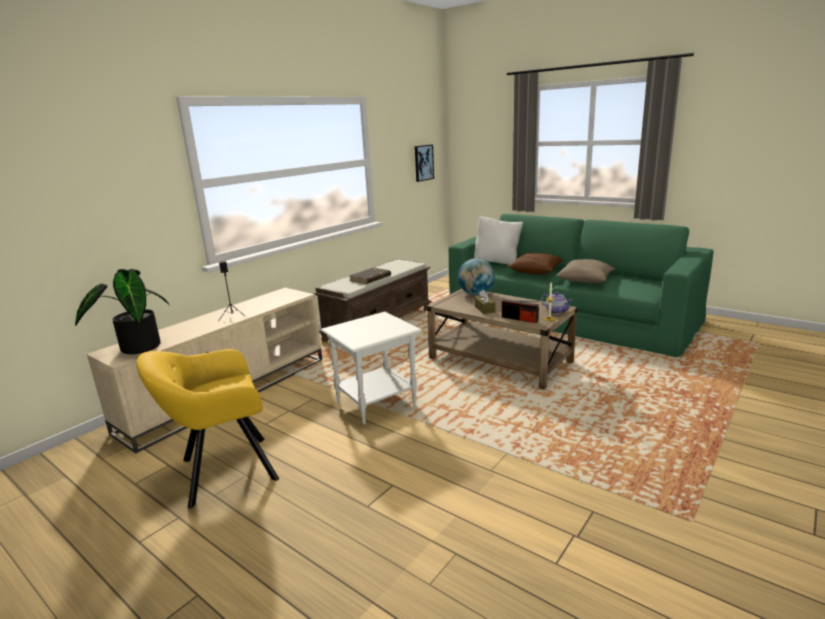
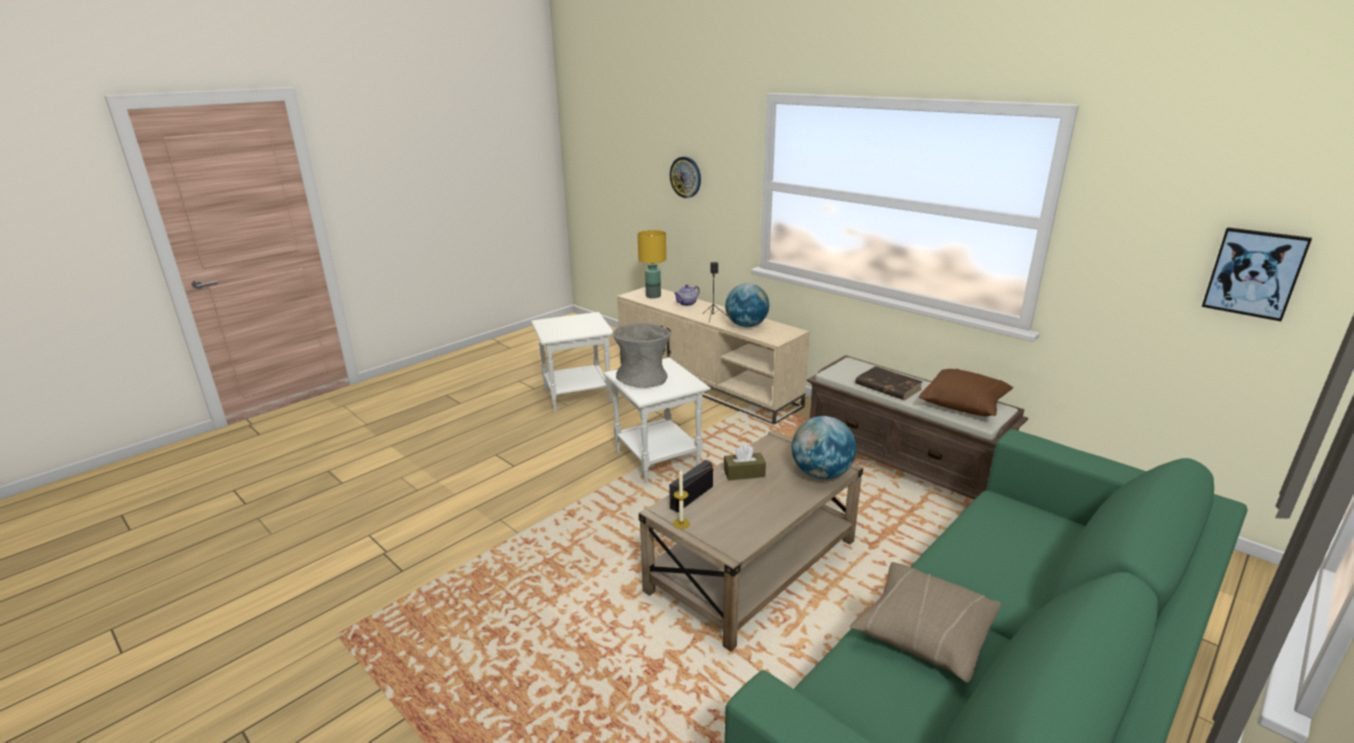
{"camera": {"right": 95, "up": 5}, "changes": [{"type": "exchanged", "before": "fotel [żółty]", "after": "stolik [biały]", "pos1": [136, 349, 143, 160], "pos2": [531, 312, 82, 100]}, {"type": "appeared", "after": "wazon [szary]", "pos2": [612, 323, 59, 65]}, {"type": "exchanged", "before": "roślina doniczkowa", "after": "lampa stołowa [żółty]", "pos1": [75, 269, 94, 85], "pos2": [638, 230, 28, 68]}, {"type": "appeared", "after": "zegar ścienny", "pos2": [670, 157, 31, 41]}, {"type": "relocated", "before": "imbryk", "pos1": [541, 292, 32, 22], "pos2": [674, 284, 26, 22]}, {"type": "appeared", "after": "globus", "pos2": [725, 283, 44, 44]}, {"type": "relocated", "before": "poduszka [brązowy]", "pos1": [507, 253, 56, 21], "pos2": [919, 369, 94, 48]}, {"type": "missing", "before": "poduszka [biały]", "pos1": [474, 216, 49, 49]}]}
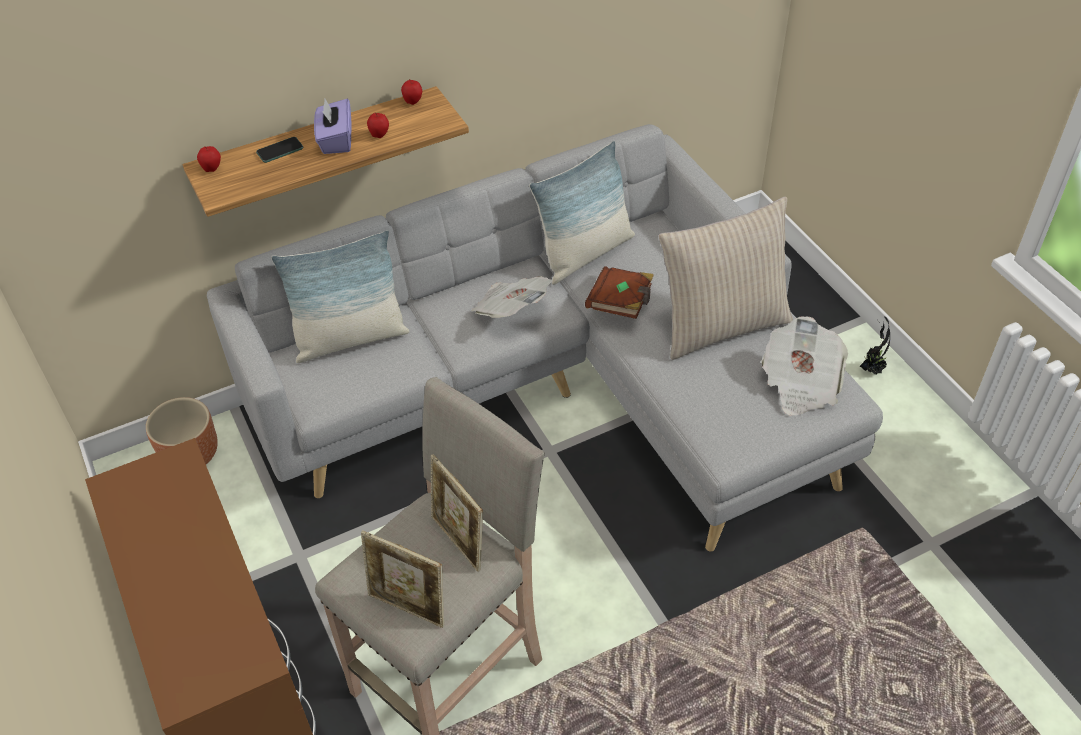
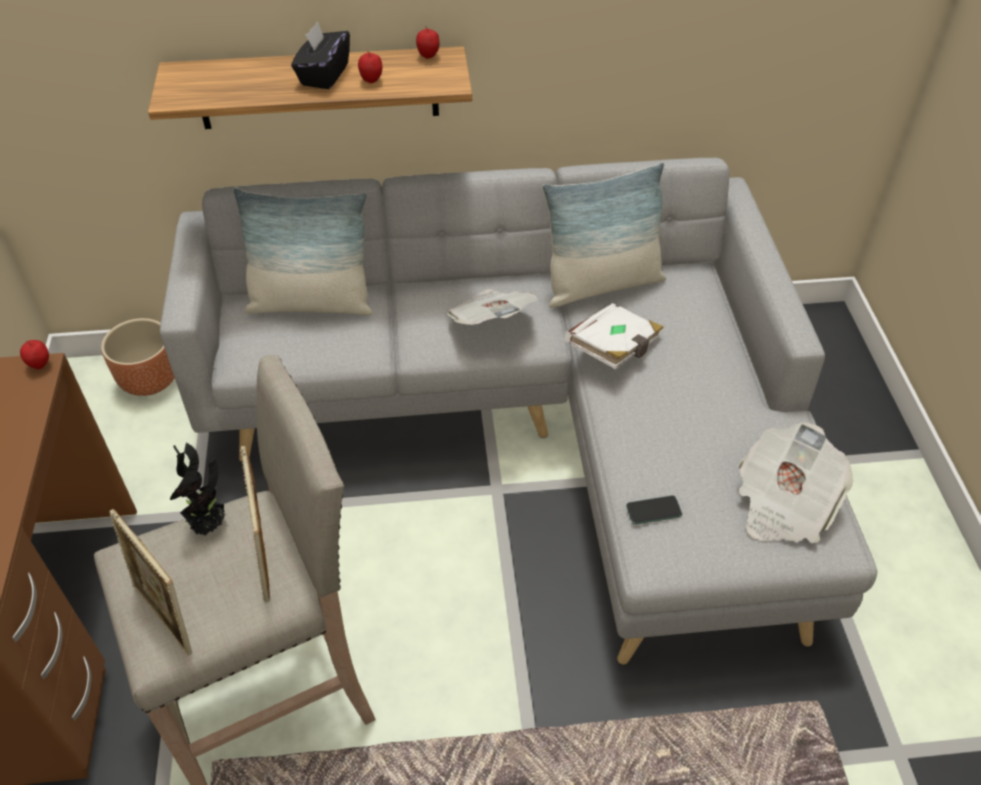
{"camera": {"right": 20, "up": 0}, "changes": [{"type": "relocated", "before": "jabłko", "pos1": [197, 146, 24, 26], "pos2": [20, 340, 29, 29]}, {"type": "relocated", "before": "roślina doniczkowa", "pos1": [860, 316, 30, 59], "pos2": [170, 443, 57, 92]}, {"type": "colour", "before": "pudełko chusteczek [fioletowy]", "after": "pudełko chusteczek [czarny]", "pos1": [314, 99, 37, 55], "pos2": [291, 21, 59, 68]}, {"type": "colour", "before": "książka [brązowy]", "after": "książka [biały]", "pos1": [585, 266, 69, 53], "pos2": [564, 303, 100, 66]}, {"type": "relocated", "before": "telefon", "pos1": [256, 137, 47, 26], "pos2": [626, 496, 56, 29]}, {"type": "missing", "before": "poduszka [beżowy]", "pos1": [658, 197, 135, 163]}]}
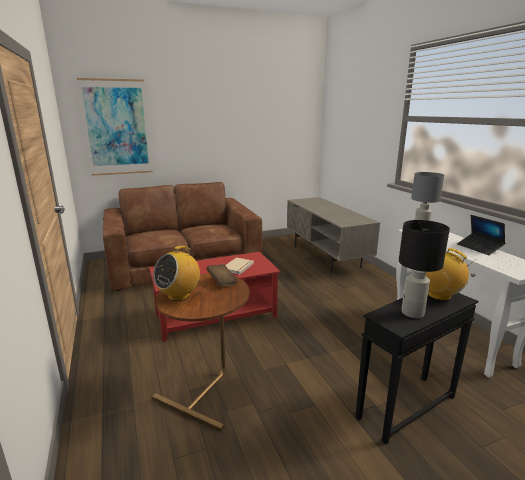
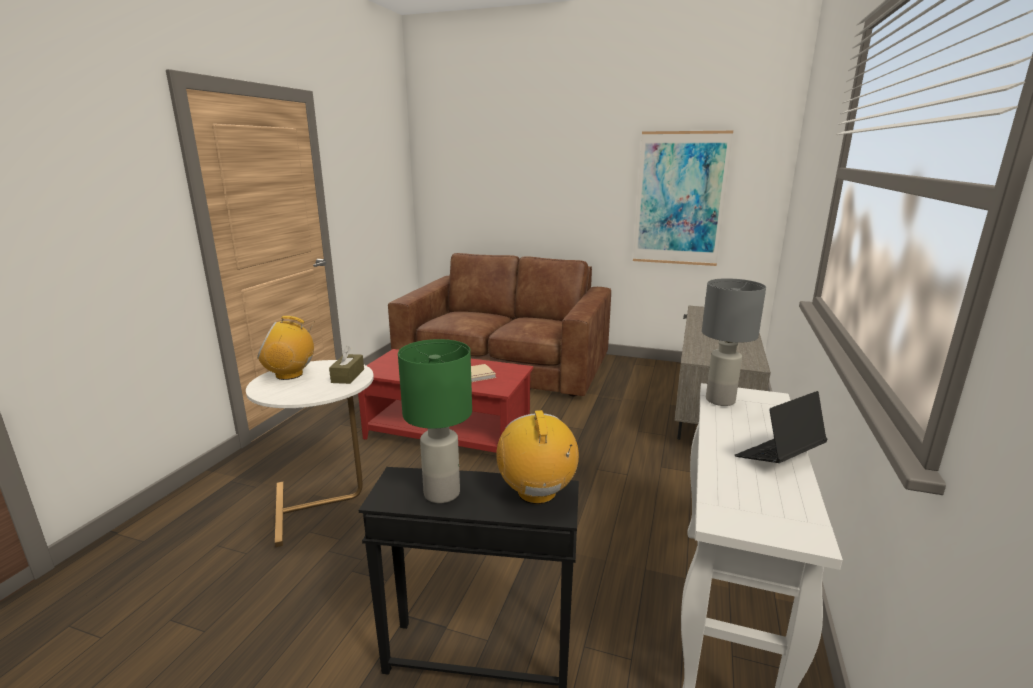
{"camera": {"right": 40, "up": 0}, "changes": [{"type": "colour", "before": "stolik [brązowy]", "after": "stolik [biały]", "pos1": [152, 273, 98, 159], "pos2": [246, 360, 128, 187]}, {"type": "exchanged", "before": "książka [brązowy]", "after": "pudełko chusteczek [brązowy]", "pos1": [206, 264, 32, 23], "pos2": [329, 346, 35, 38]}, {"type": "colour", "before": "lampa stołowa [czarny]", "after": "lampa stołowa [zielony]", "pos1": [399, 220, 51, 98], "pos2": [398, 339, 74, 164]}, {"type": "relocated", "before": "obraz", "pos1": [77, 78, 76, 98], "pos2": [633, 131, 100, 135]}, {"type": "spun", "before": "laptop", "pos1": [457, 215, 48, 40], "pos2": [735, 391, 93, 72], "turn": 45}]}
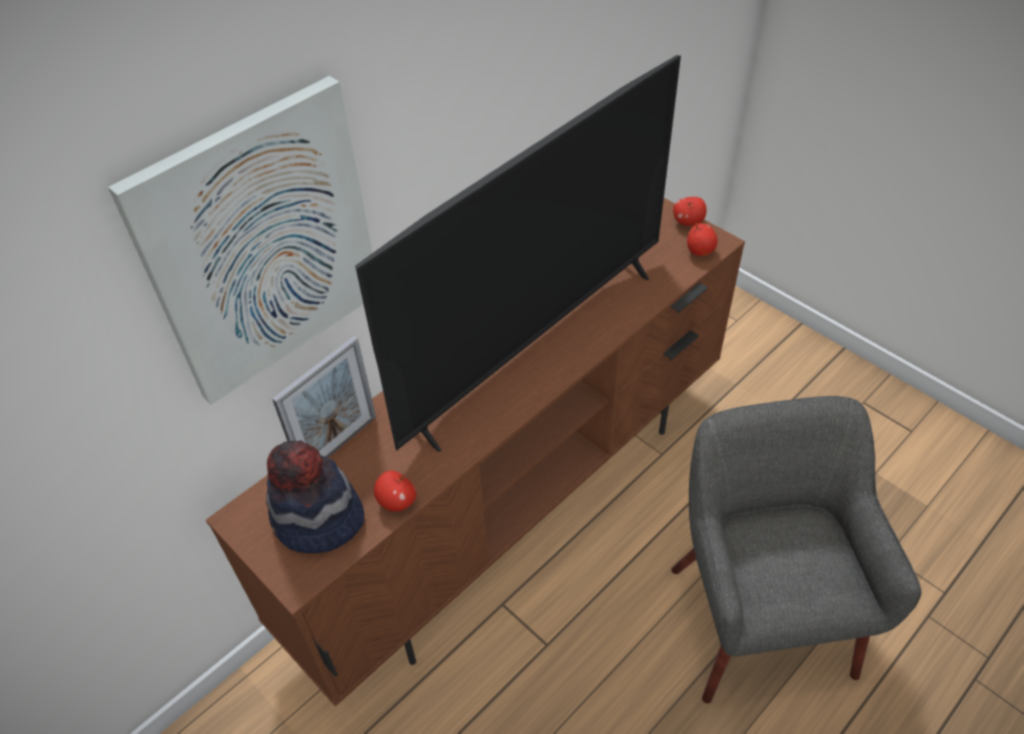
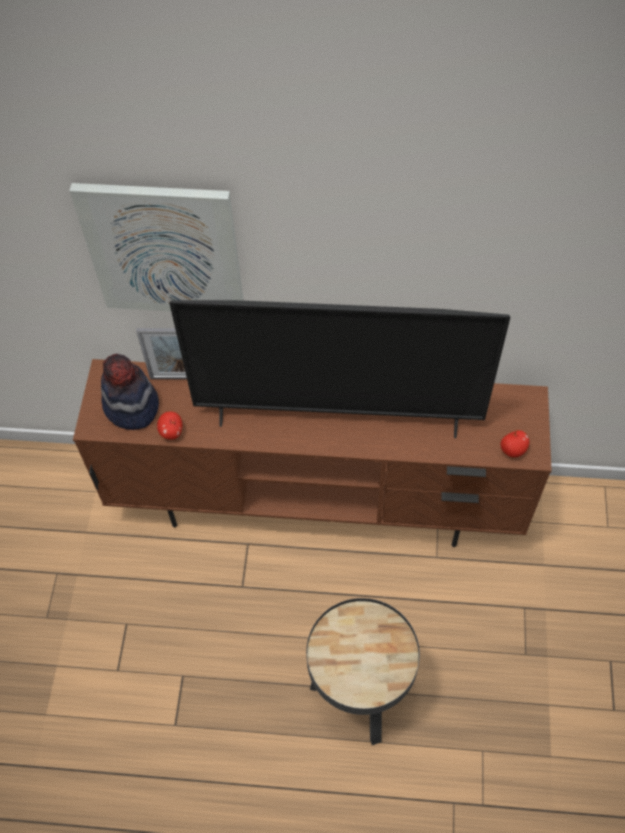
{"camera": {"right": 50, "up": 10}, "changes": [{"type": "exchanged", "before": "fotel [szary]", "after": "stolik [czarny]", "pos1": [671, 396, 250, 308], "pos2": [306, 598, 114, 147]}, {"type": "missing", "before": "jabłko", "pos1": [673, 197, 34, 29]}]}
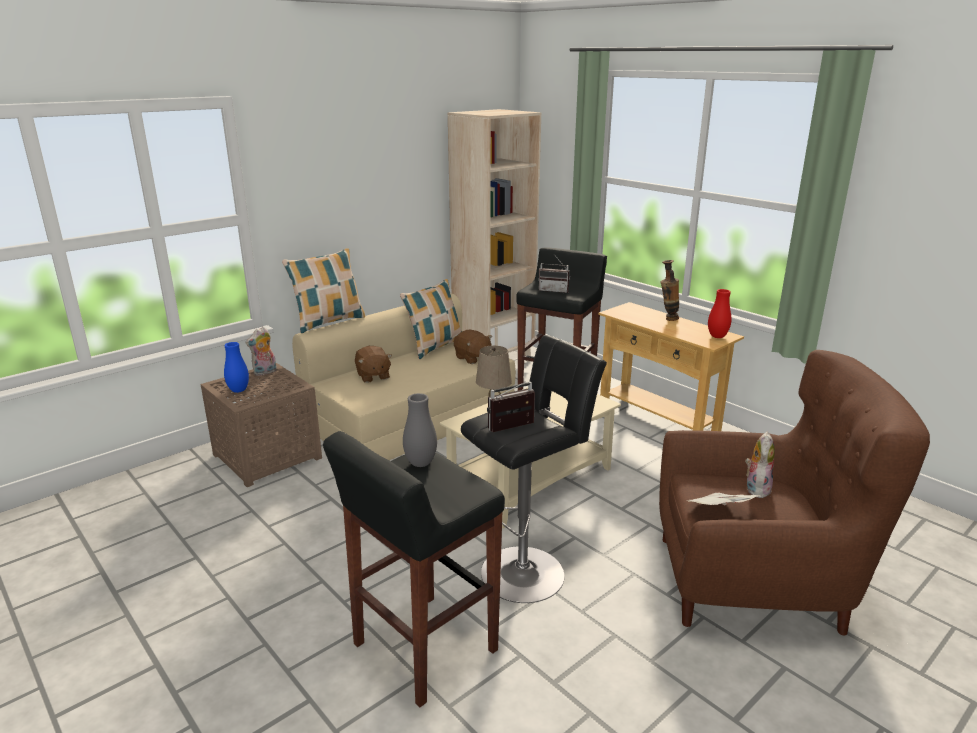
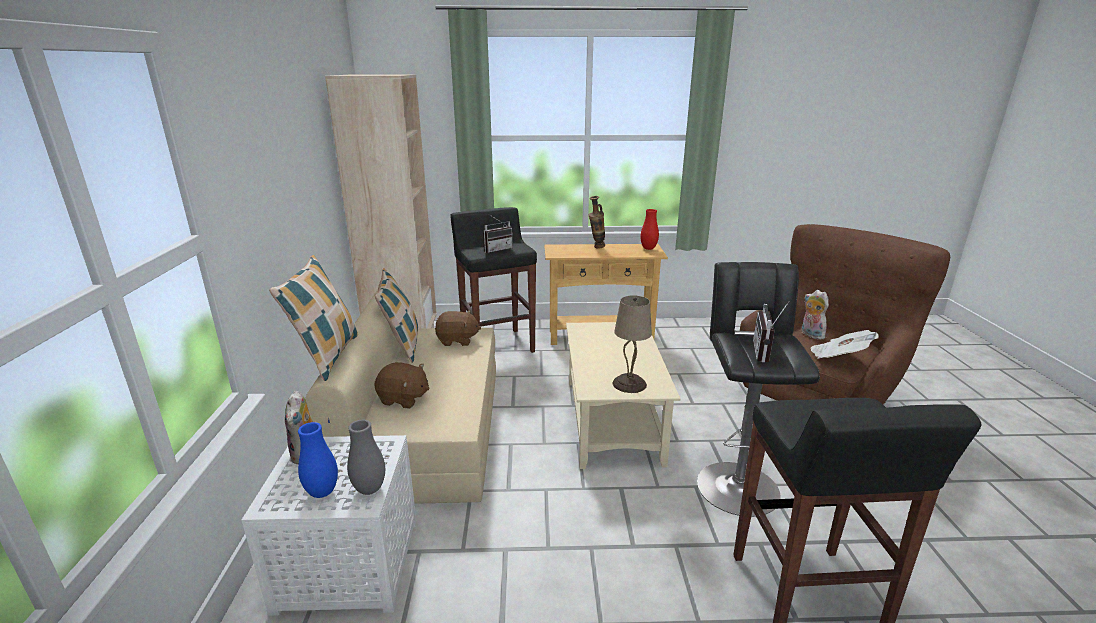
{"camera": {"right": -50, "up": 0}, "changes": [{"type": "colour", "before": "stolik [brązowy]", "after": "stolik [biały]", "pos1": [200, 363, 122, 124], "pos2": [241, 435, 176, 181]}, {"type": "relocated", "before": "wazon [szary]", "pos1": [403, 393, 34, 74], "pos2": [347, 420, 38, 75]}]}
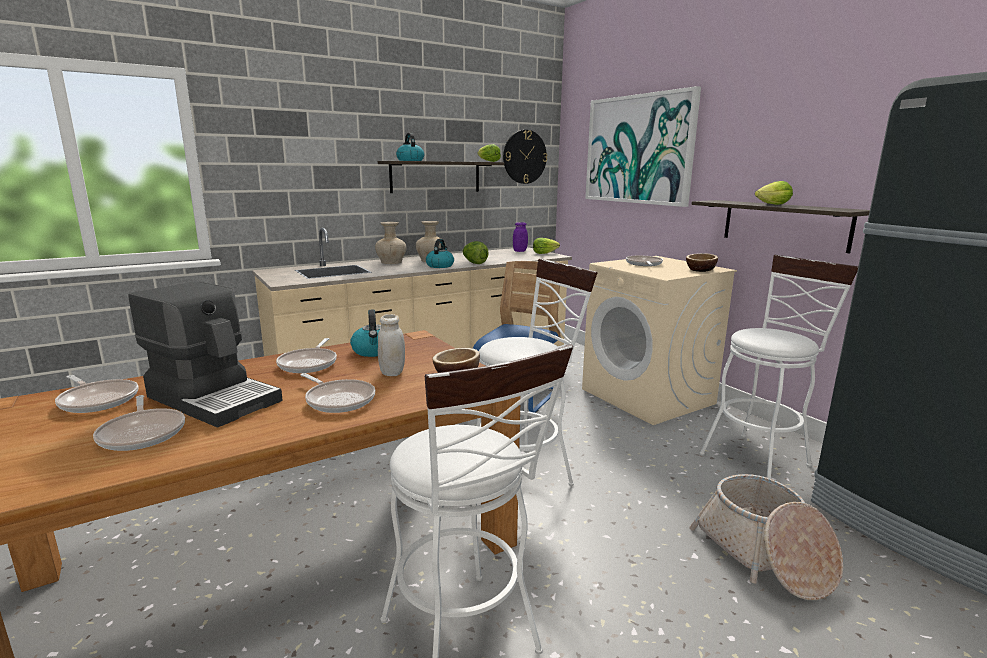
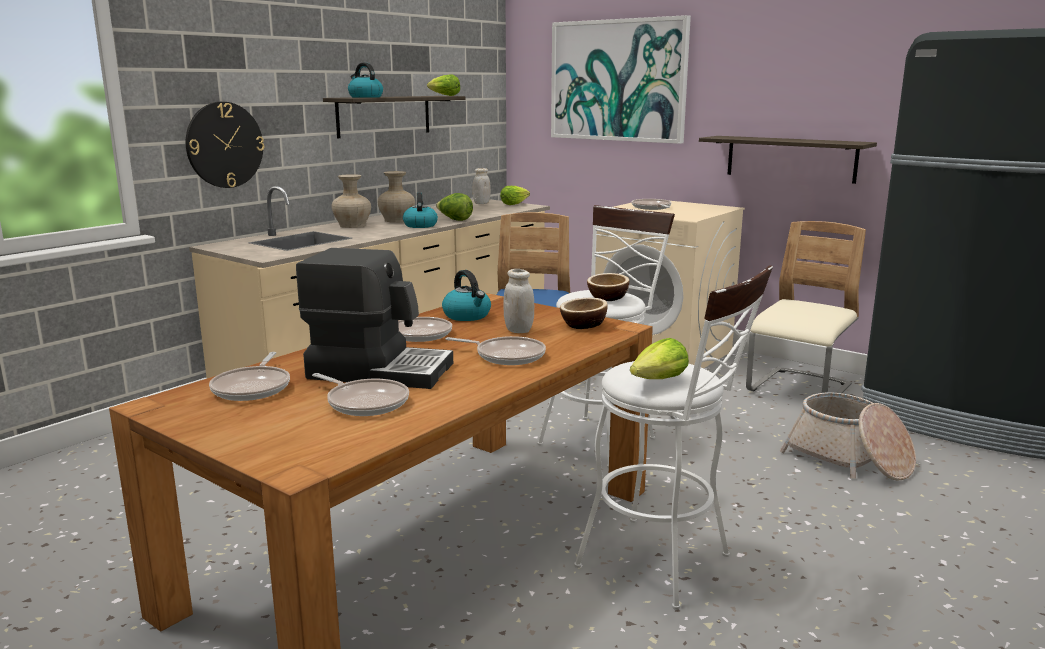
{"camera": {"right": -20, "up": 0}, "changes": [{"type": "relocated", "before": "zegar ścienny", "pos1": [503, 130, 44, 54], "pos2": [186, 102, 78, 86]}, {"type": "spun", "before": "patelnia", "pos1": [55, 375, 84, 38], "pos2": [209, 352, 81, 49], "turn": 75}, {"type": "colour", "before": "słoik [fioletowy]", "after": "słoik [biały]", "pos1": [513, 222, 15, 30], "pos2": [473, 168, 18, 36]}, {"type": "relocated", "before": "miska", "pos1": [686, 253, 32, 19], "pos2": [587, 273, 42, 28]}, {"type": "relocated", "before": "sałata", "pos1": [755, 181, 38, 24], "pos2": [630, 338, 59, 41]}, {"type": "exchanged", "before": "stołek [biały]", "after": "krzesło [beżowy]", "pos1": [700, 255, 158, 224], "pos2": [746, 221, 120, 172]}]}
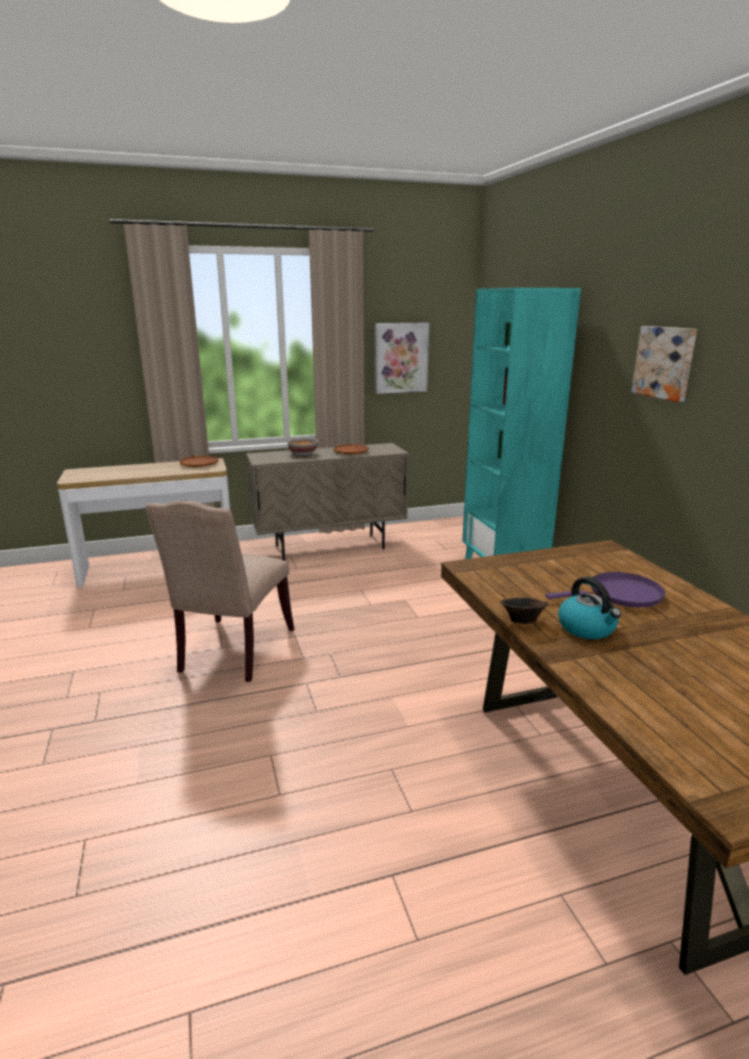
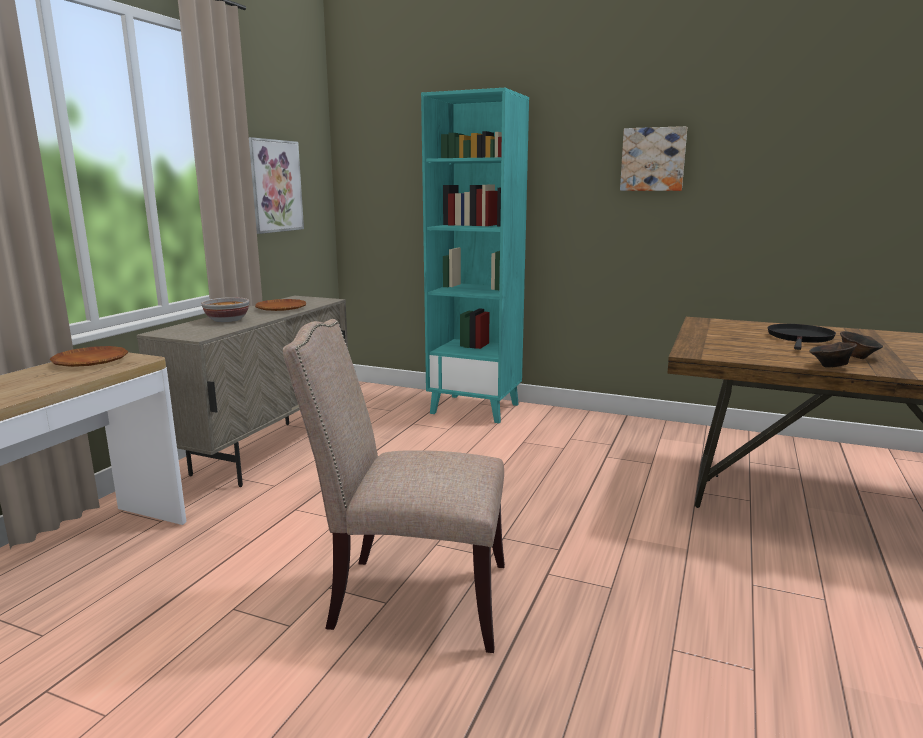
{"camera": {"right": -50, "up": -5}, "changes": [{"type": "spun", "before": "krzesło [beżowy]", "pos1": [146, 501, 148, 181], "pos2": [283, 319, 222, 334], "turn": 135}, {"type": "colour", "before": "patelnia [fioletowy]", "after": "patelnia [czarny]", "pos1": [545, 572, 120, 35], "pos2": [768, 324, 68, 26]}, {"type": "exchanged", "before": "czajnik", "after": "miska [brązowy]", "pos1": [558, 577, 63, 62], "pos2": [840, 331, 43, 28]}]}
